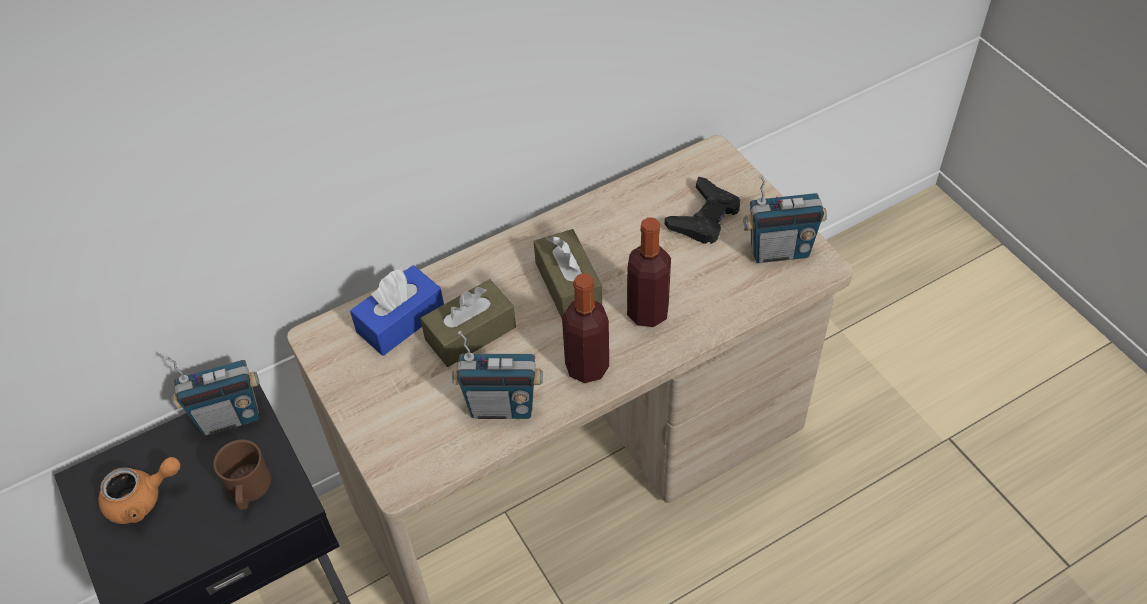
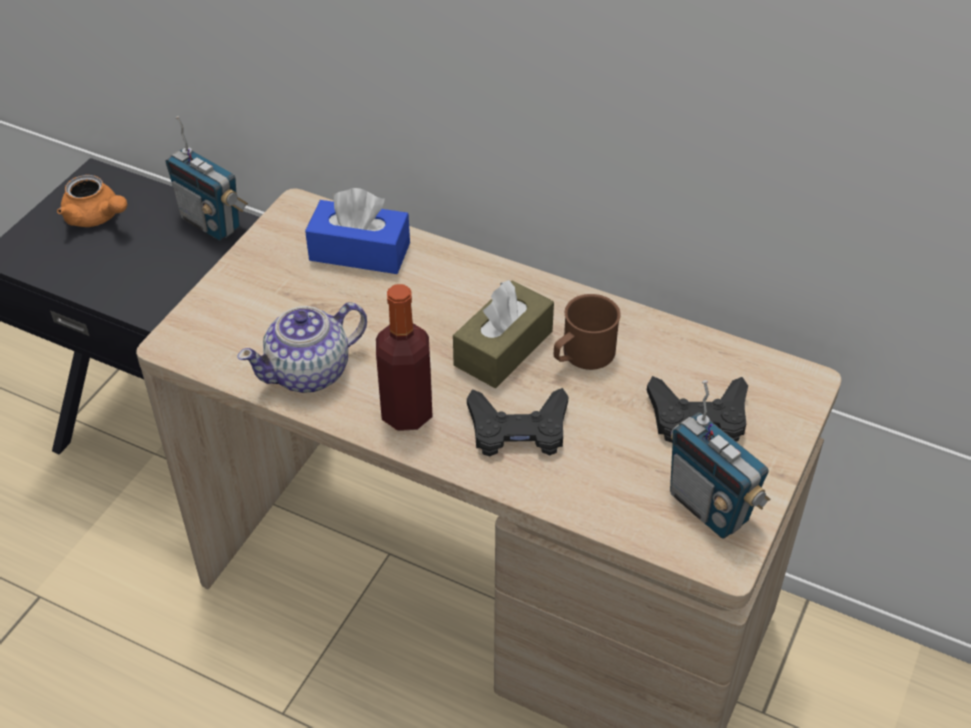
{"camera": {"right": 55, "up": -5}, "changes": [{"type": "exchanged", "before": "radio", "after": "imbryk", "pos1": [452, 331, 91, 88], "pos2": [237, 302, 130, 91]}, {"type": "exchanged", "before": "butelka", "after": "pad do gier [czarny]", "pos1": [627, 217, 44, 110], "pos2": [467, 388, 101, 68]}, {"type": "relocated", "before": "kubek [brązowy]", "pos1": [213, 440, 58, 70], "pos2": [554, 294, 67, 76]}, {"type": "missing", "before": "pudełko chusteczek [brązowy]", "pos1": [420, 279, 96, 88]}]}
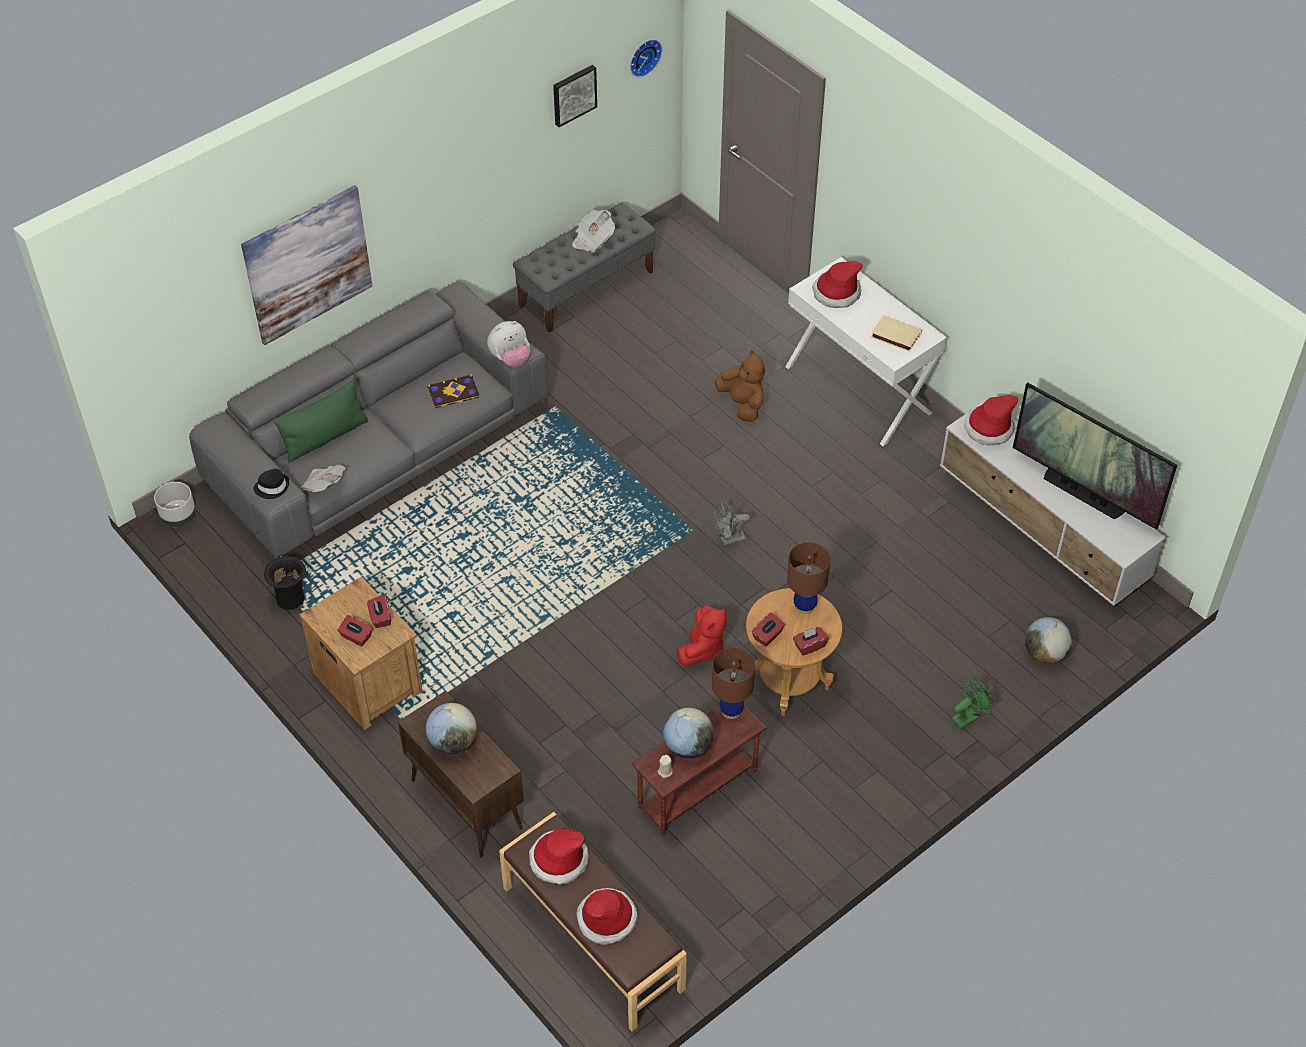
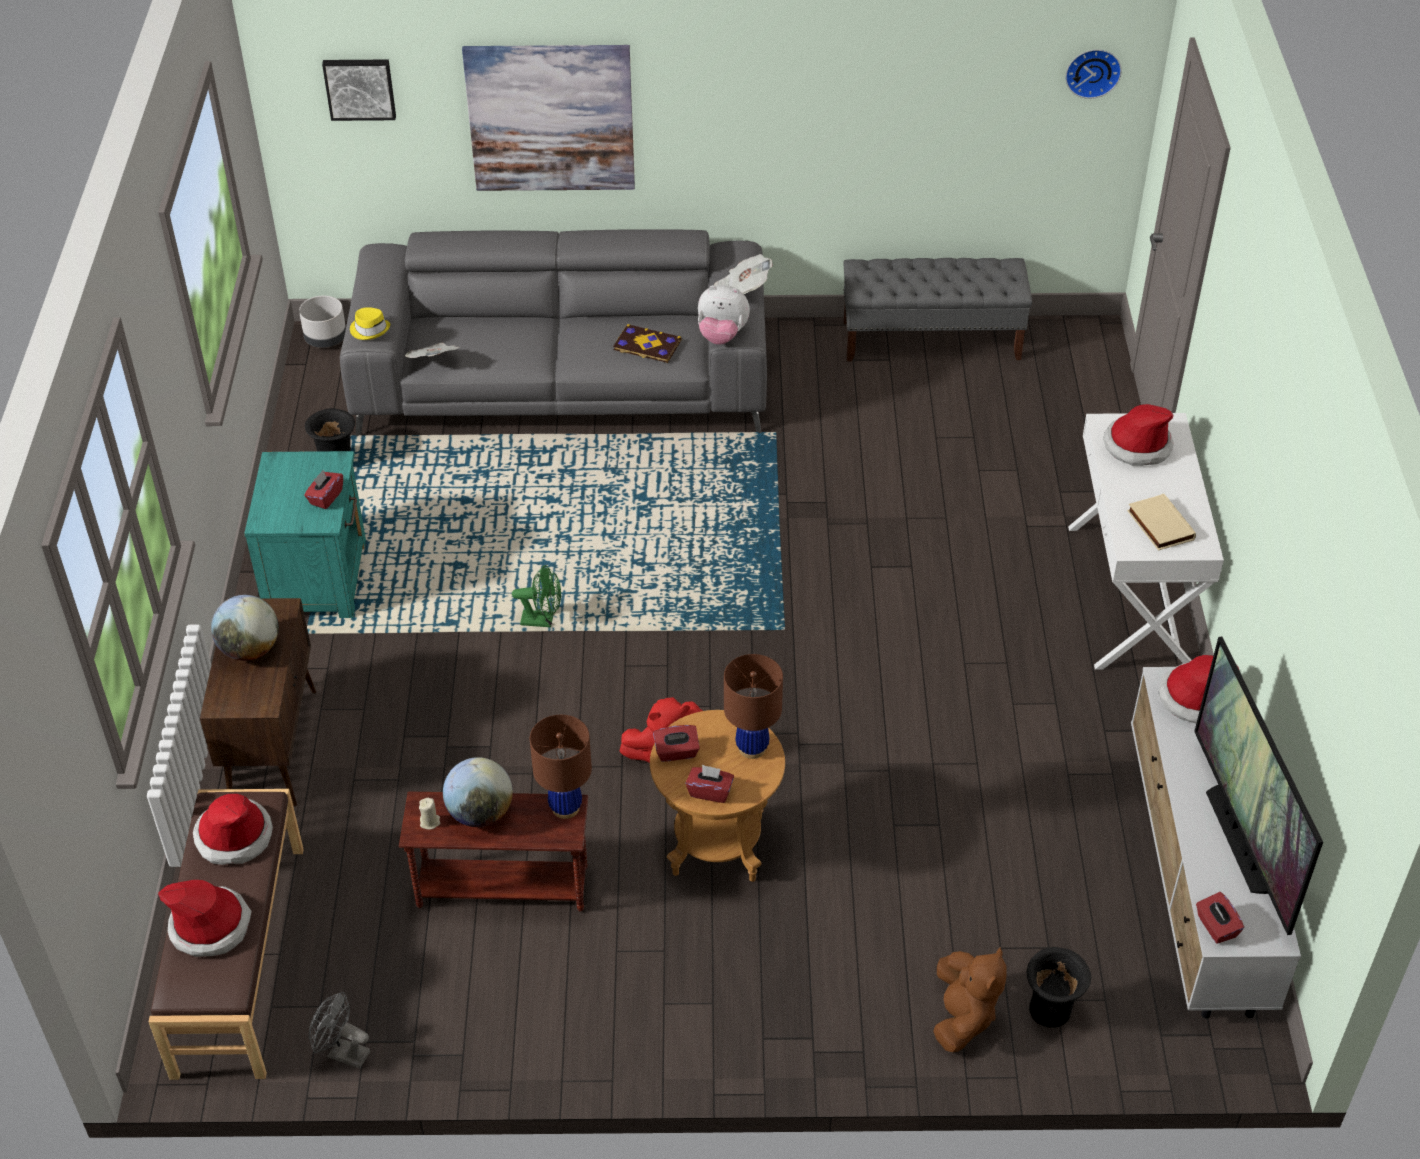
{"camera": {"right": 40, "up": -5}, "changes": [{"type": "colour", "before": "szafka nocna [brązowy]", "after": "szafka nocna [turkusowy]", "pos1": [300, 577, 123, 153], "pos2": [244, 451, 122, 167]}, {"type": "relocated", "before": "wentylator [szary]", "pos1": [713, 501, 37, 45], "pos2": [308, 992, 62, 77]}, {"type": "relocated", "before": "obraz", "pos1": [553, 65, 44, 62], "pos2": [322, 60, 74, 61]}, {"type": "colour", "before": "kapelusz [czarny]", "after": "kapelusz [żółty]", "pos1": [254, 469, 35, 30], "pos2": [350, 307, 40, 33]}, {"type": "relocated", "before": "wentylator [zielony]", "pos1": [952, 677, 41, 52], "pos2": [512, 565, 49, 62]}, {"type": "relocated", "before": "gazeta", "pos1": [572, 210, 43, 43], "pos2": [714, 254, 59, 40]}, {"type": "relocated", "before": "pluszak [brązowy]", "pos1": [715, 350, 50, 72], "pos2": [933, 947, 74, 105]}, {"type": "exchanged", "before": "globus", "after": "wazon [czarny]", "pos1": [1025, 617, 47, 47], "pos2": [1027, 947, 64, 81]}, {"type": "relocated", "before": "pudełko chusteczek [czerwony]", "pos1": [338, 615, 35, 31], "pos2": [1196, 892, 48, 52]}, {"type": "missing", "before": "poduszka [zielony]", "pos1": [274, 380, 94, 82]}]}
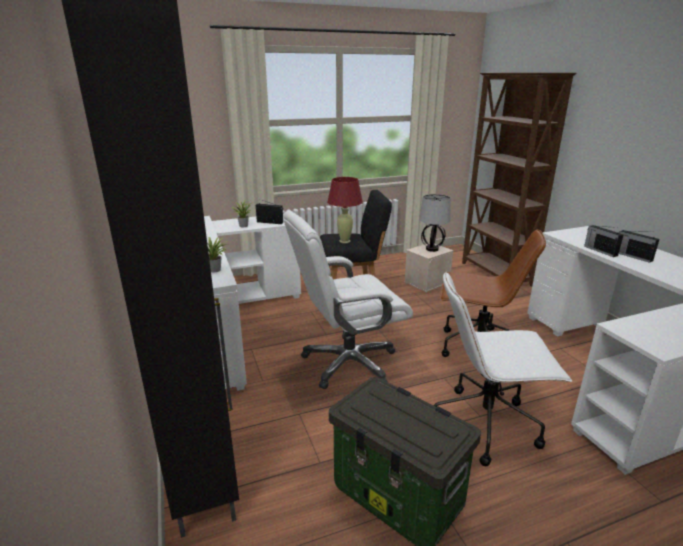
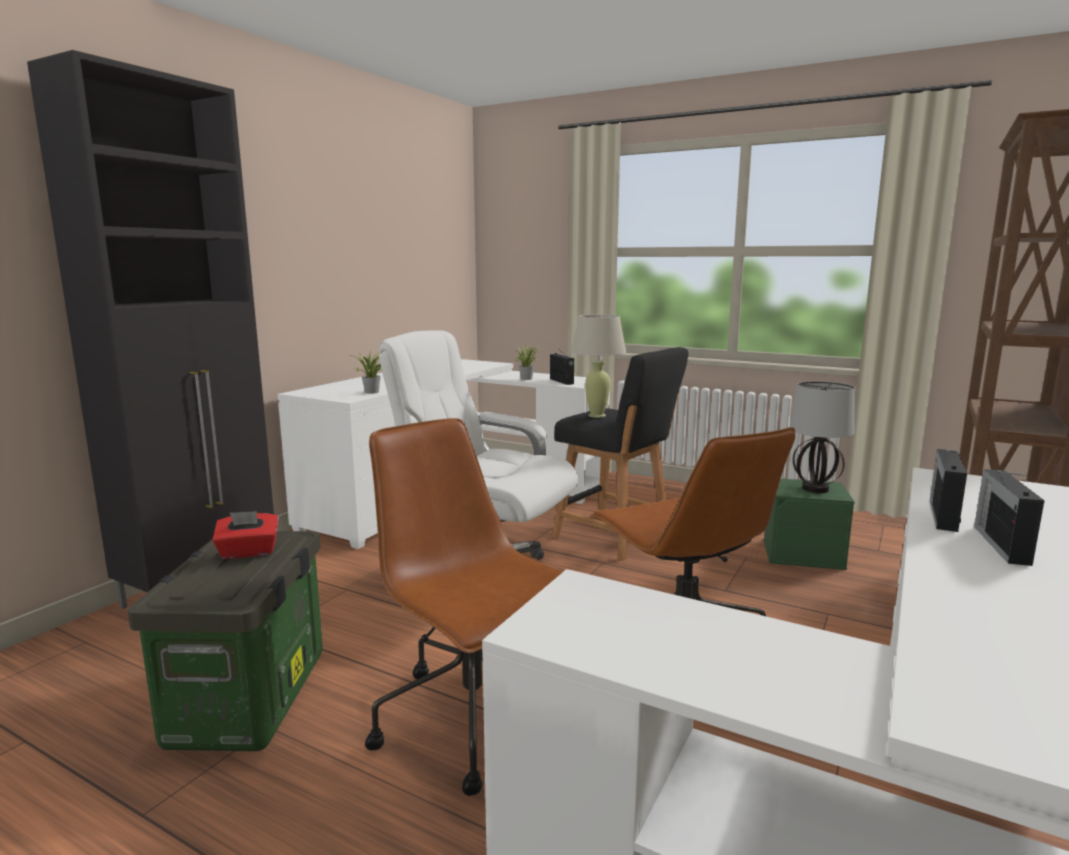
{"camera": {"right": 50, "up": -10}, "changes": [{"type": "appeared", "after": "pudełko chusteczek [czerwony]", "pos2": [212, 511, 67, 48]}, {"type": "colour", "before": "krzesło biurowe [biały]", "after": "krzesło biurowe [brązowy]", "pos1": [434, 272, 138, 194], "pos2": [365, 418, 198, 378]}, {"type": "colour", "before": "lampa stołowa [czerwony]", "after": "lampa stołowa [beżowy]", "pos1": [327, 177, 36, 66], "pos2": [571, 315, 55, 103]}, {"type": "colour", "before": "pojemnik do przechowywania [beżowy]", "after": "pojemnik do przechowywania [zielony]", "pos1": [404, 243, 50, 49], "pos2": [763, 479, 92, 91]}]}
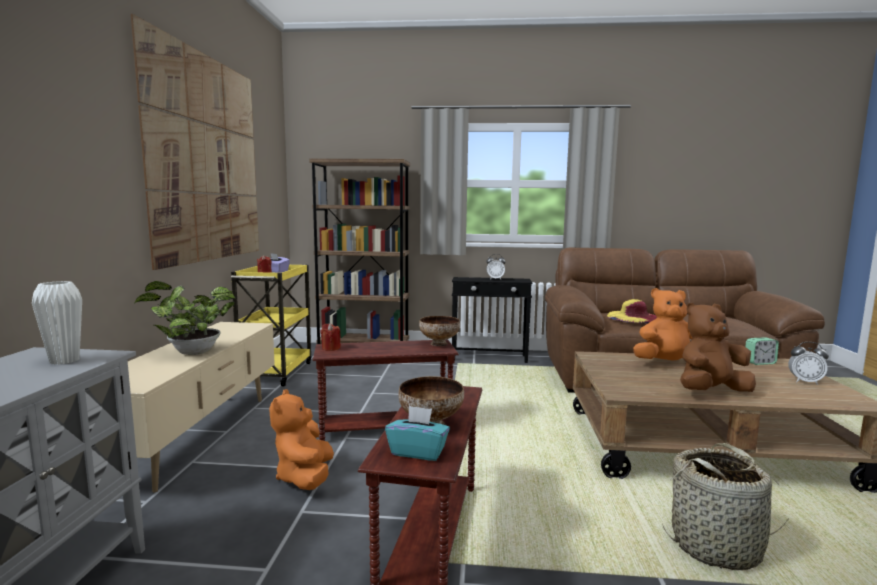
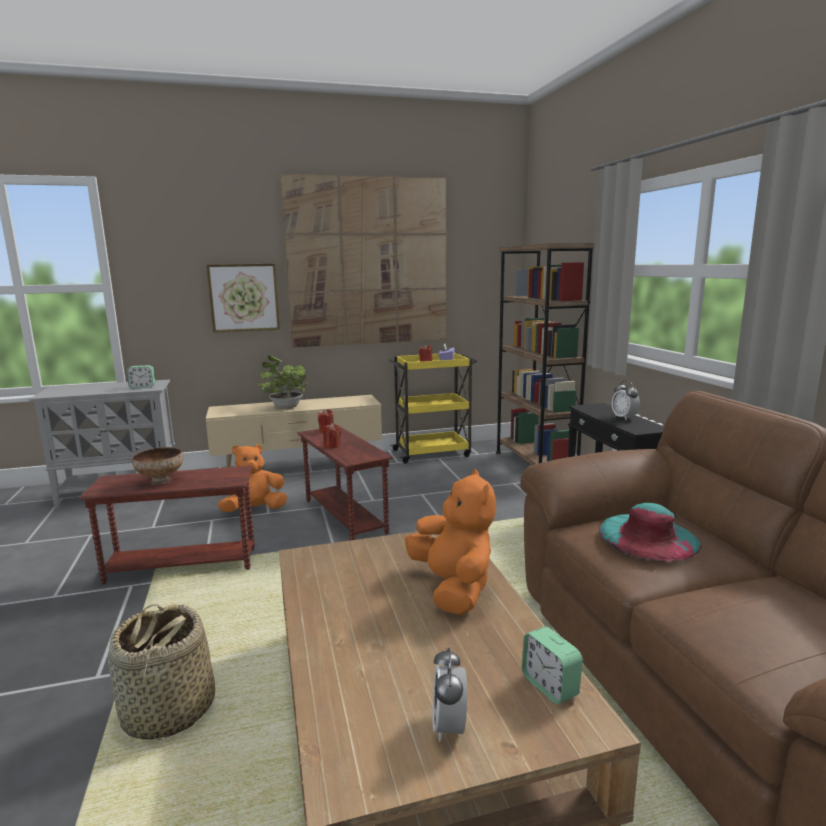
{"camera": {"right": 70, "up": 5}, "changes": [{"type": "exchanged", "before": "wazon [biały]", "after": "budzik", "pos1": [32, 281, 50, 84], "pos2": [127, 365, 28, 23]}, {"type": "appeared", "after": "obraz", "pos2": [206, 264, 74, 69]}, {"type": "appeared", "after": "świeca [czerwony]", "pos2": [323, 423, 18, 25]}, {"type": "colour", "before": "kapelusz [żółty]", "after": "kapelusz [turkusowy]", "pos1": [607, 299, 50, 24], "pos2": [599, 503, 102, 58]}, {"type": "missing", "before": "pudełko chusteczek [turkusowy]", "pos1": [385, 406, 65, 55]}, {"type": "missing", "before": "miska", "pos1": [419, 316, 41, 30]}, {"type": "missing", "before": "pluszak [brązowy]", "pos1": [680, 303, 76, 89]}]}
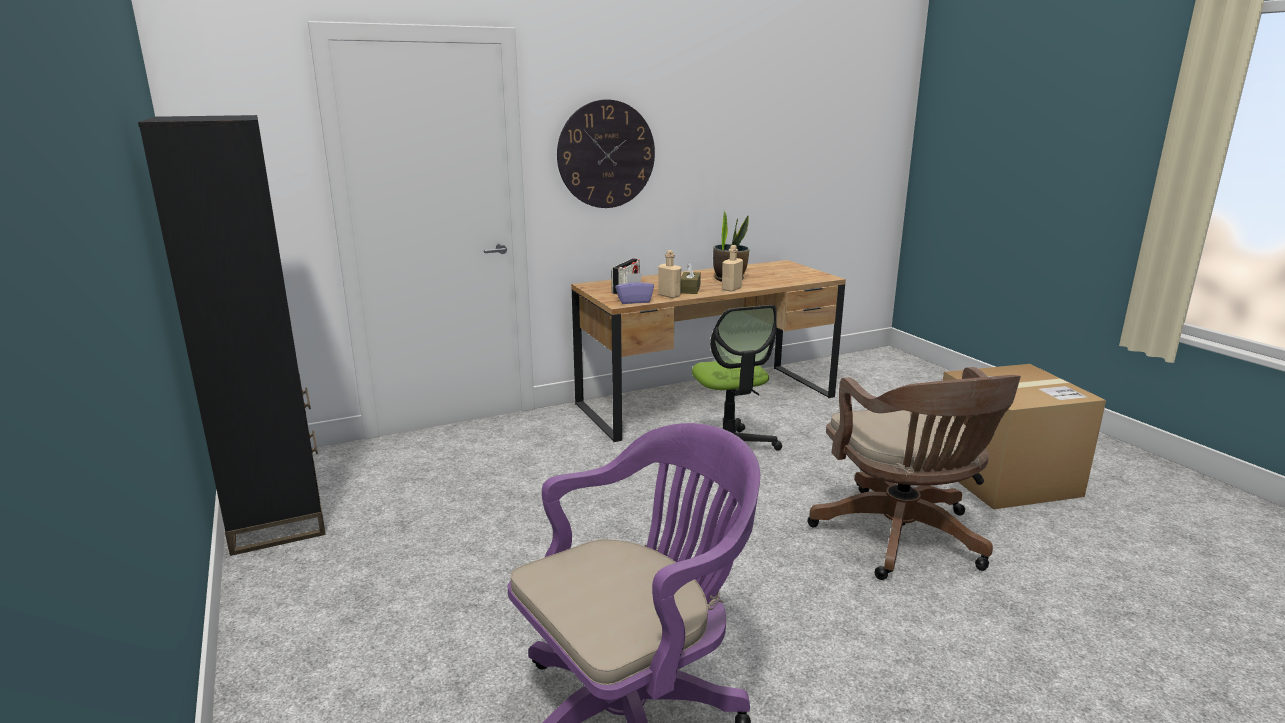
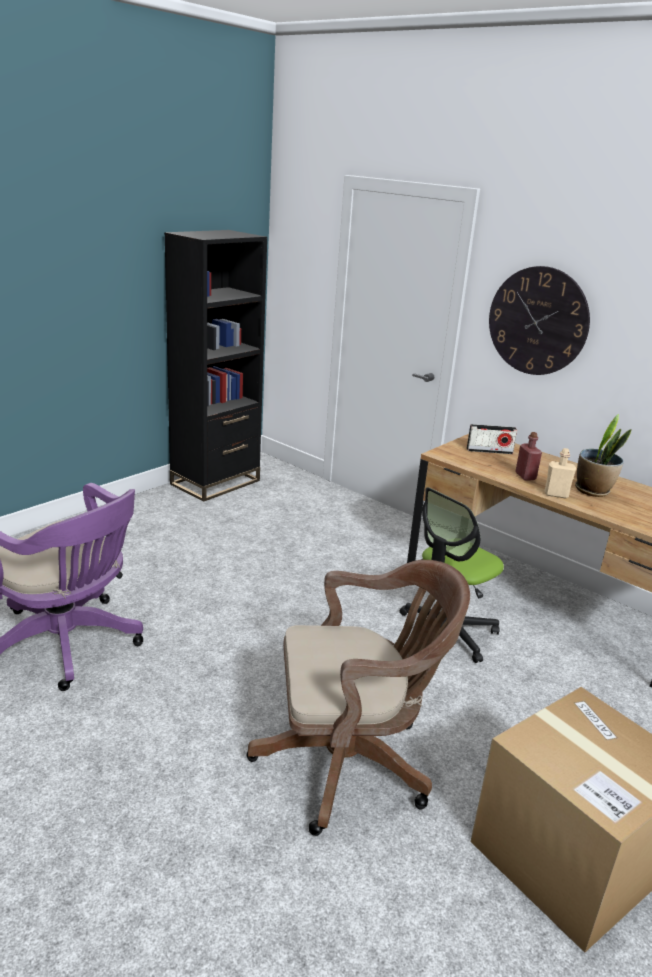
{"camera": {"right": 65, "up": 5}, "changes": [{"type": "spun", "before": "krzesło biurowe [brązowy]", "pos1": [807, 367, 214, 213], "pos2": [246, 560, 224, 276], "turn": -150}, {"type": "exchanged", "before": "pudełko chusteczek [brązowy]", "after": "butelka [czerwony]", "pos1": [681, 262, 20, 32], "pos2": [515, 432, 27, 49]}, {"type": "missing", "before": "pudełko chusteczek [fioletowy]", "pos1": [615, 273, 39, 31]}, {"type": "missing", "before": "butelka [beżowy]", "pos1": [658, 250, 23, 48]}]}
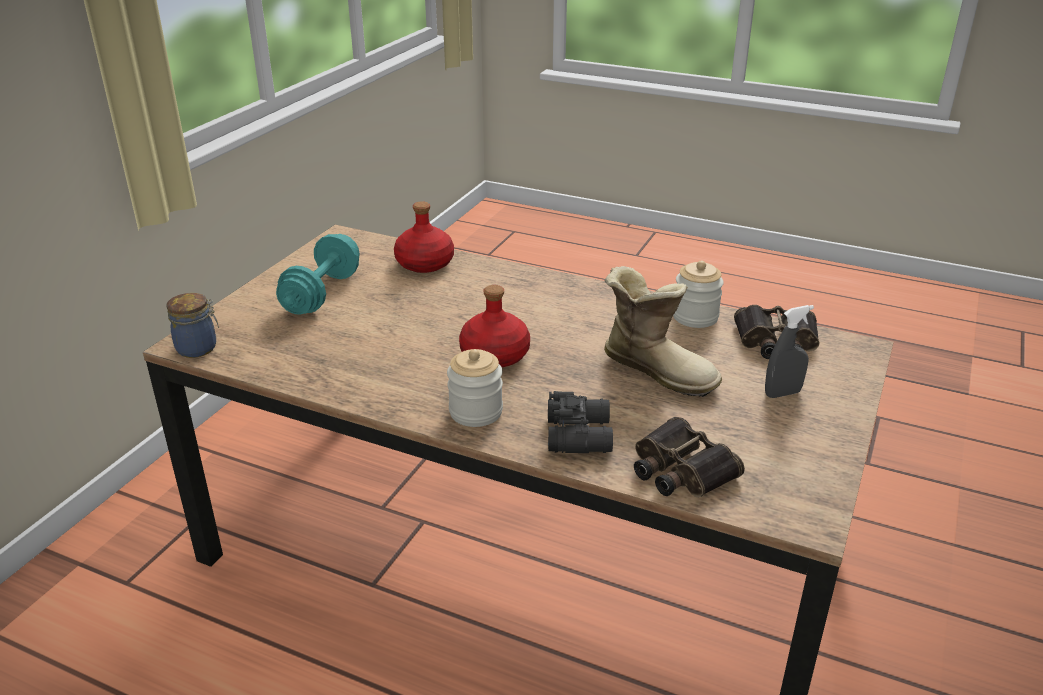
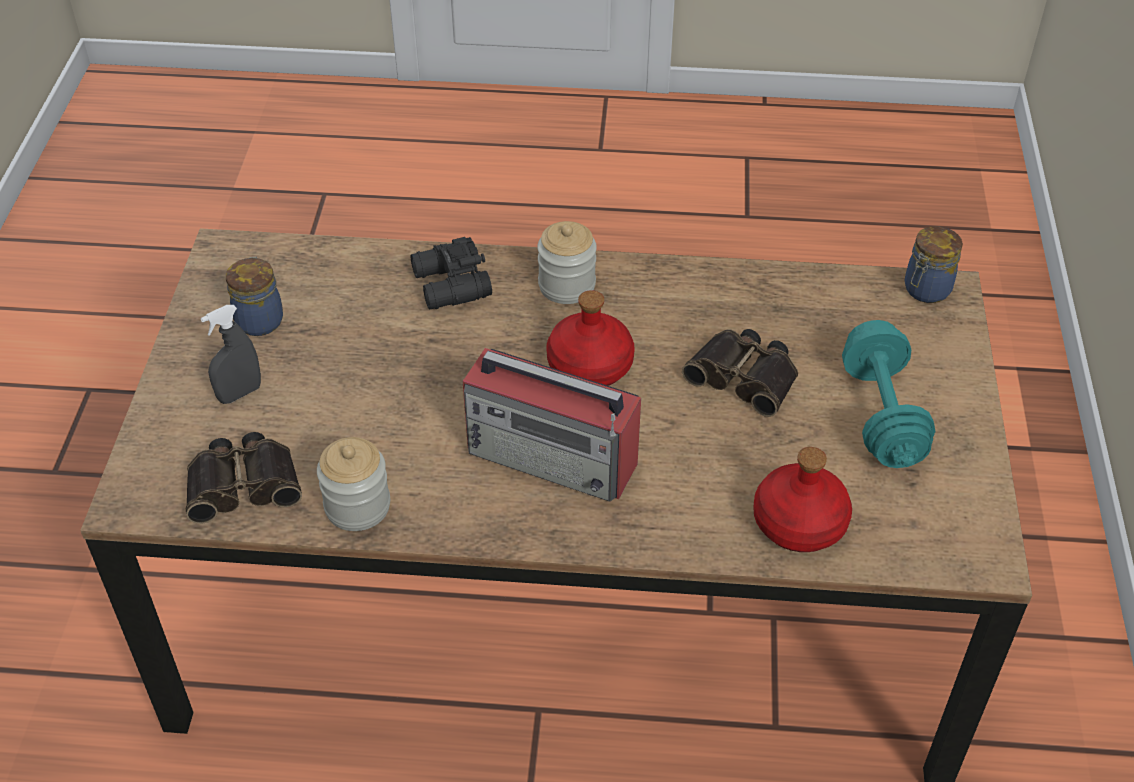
{"camera": {"right": 160, "up": 15}, "changes": [{"type": "appeared", "after": "słoik", "pos2": [226, 257, 57, 79]}, {"type": "appeared", "after": "radio", "pos2": [463, 348, 178, 154]}, {"type": "relocated", "before": "lornetka", "pos1": [634, 417, 111, 81], "pos2": [682, 329, 116, 88]}, {"type": "missing", "before": "but z cholewką", "pos1": [604, 266, 118, 131]}]}
